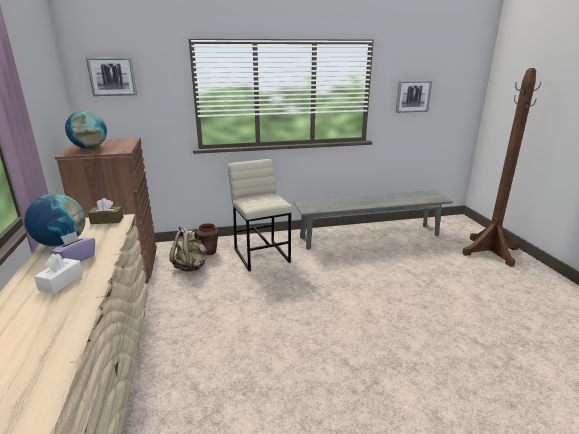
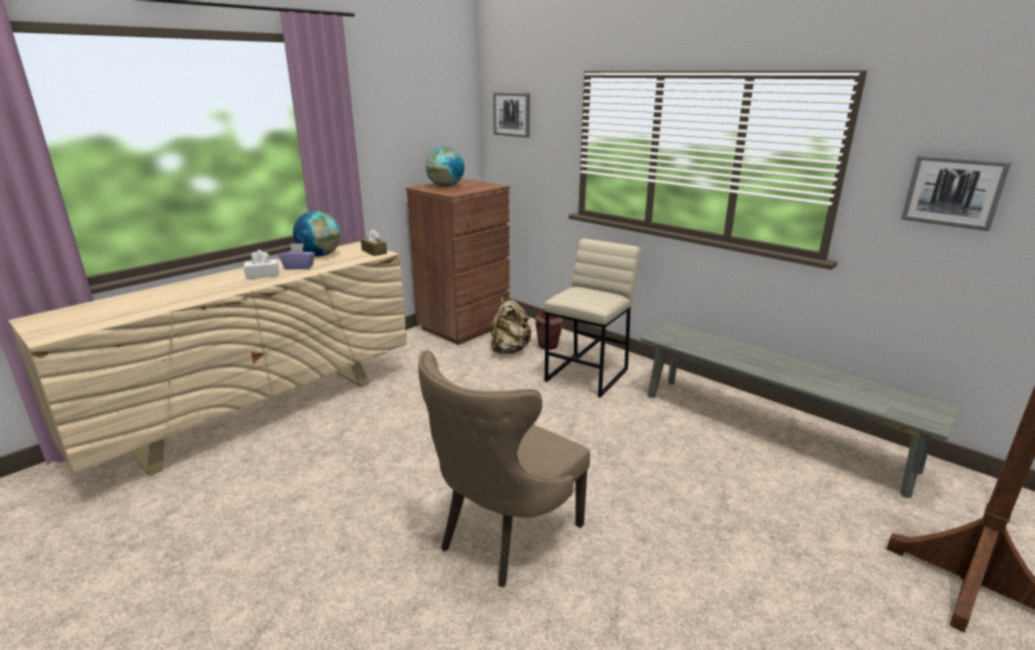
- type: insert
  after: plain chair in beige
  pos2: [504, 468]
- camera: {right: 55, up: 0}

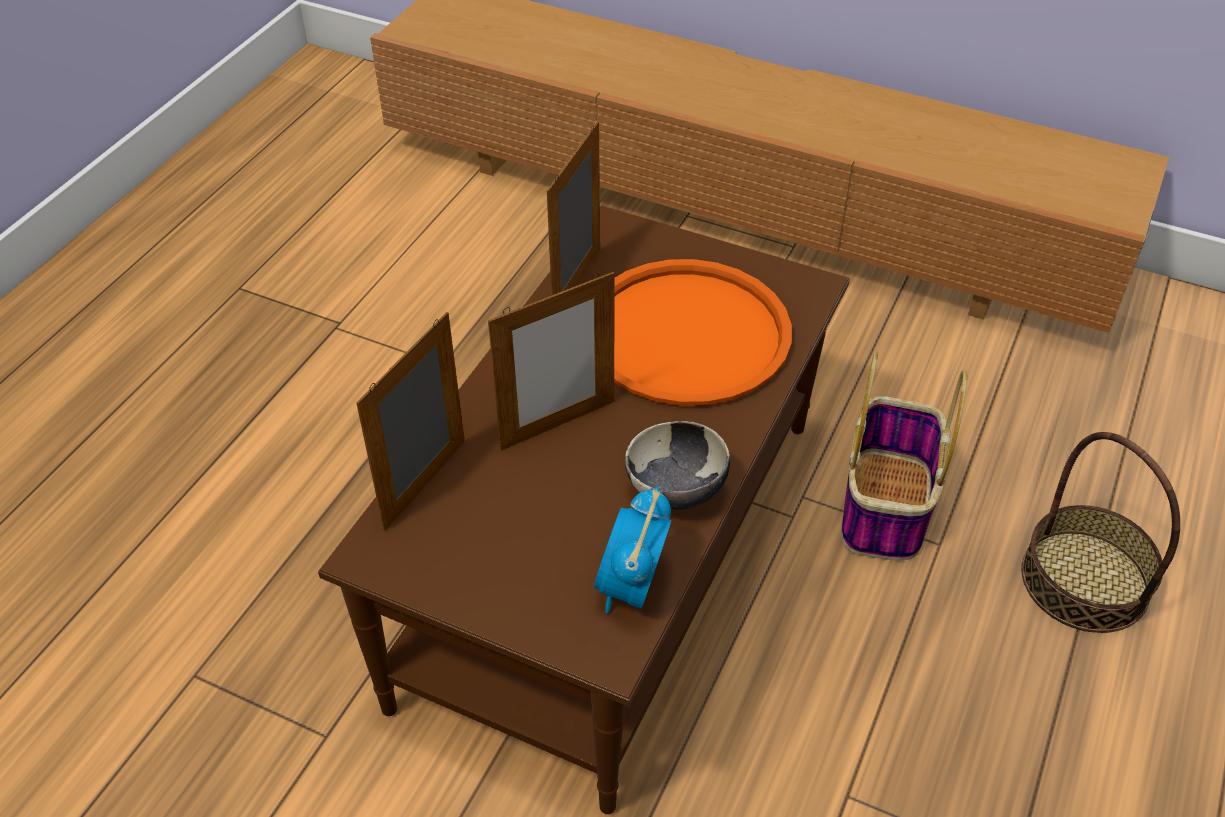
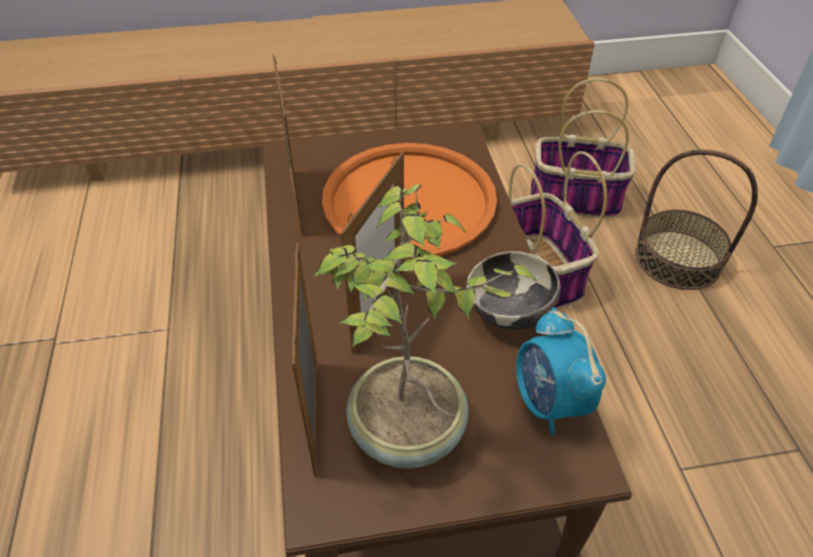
- type: insert
  after: storage basket
  pos2: [583, 148]
- type: insert
  after: houseplant
  pos2: [425, 326]
- camera: {right: -35, up: 0}

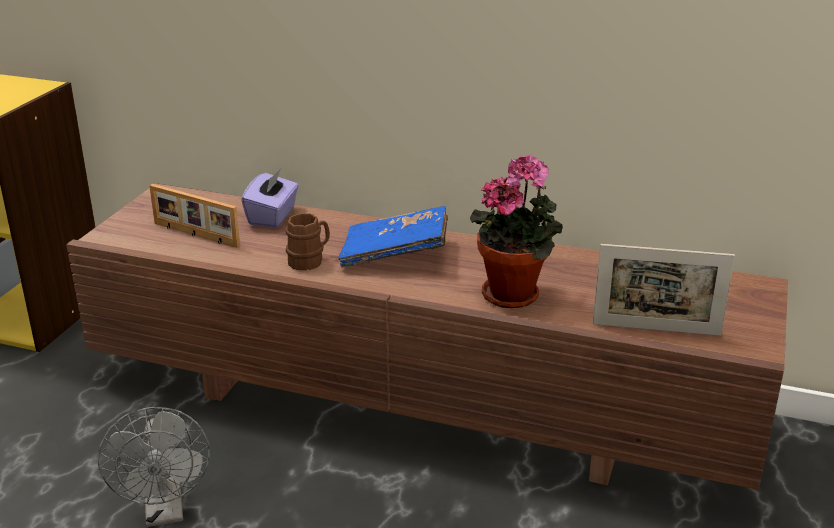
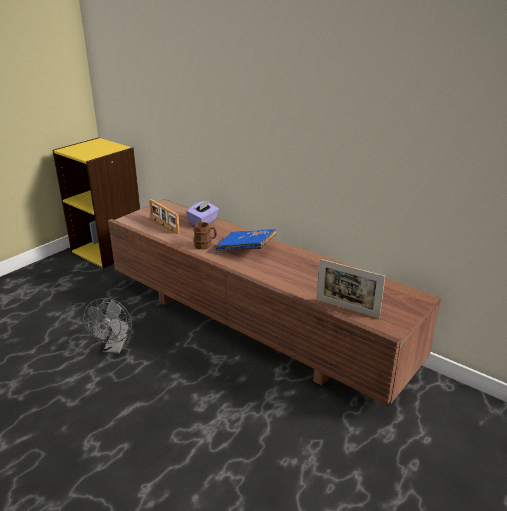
- type: delete
  before: houseplant
  pos1: [516, 231]
- camera: {right: 20, up: 0}

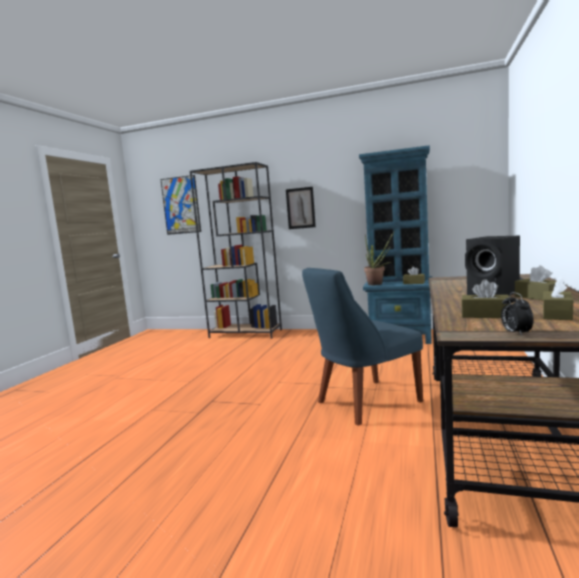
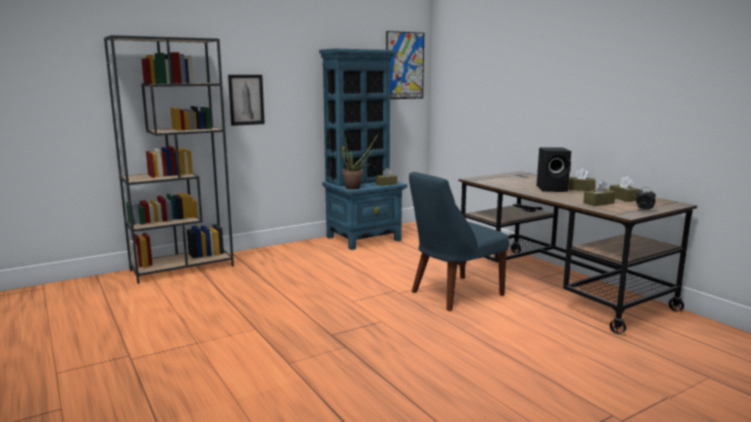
- type: move
  before: wall picture
  pos1: [180, 205]
  pos2: [405, 65]
- type: rotate
  before: plain chair in blue
  pos1: [362, 346]
  pos2: [459, 241]
  turn: 45
- camera: {right: -50, up: 5}

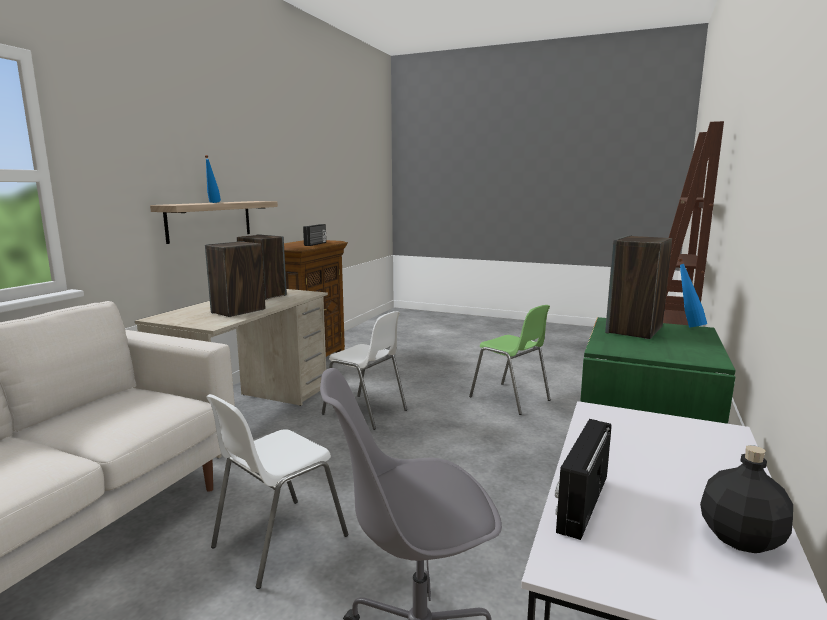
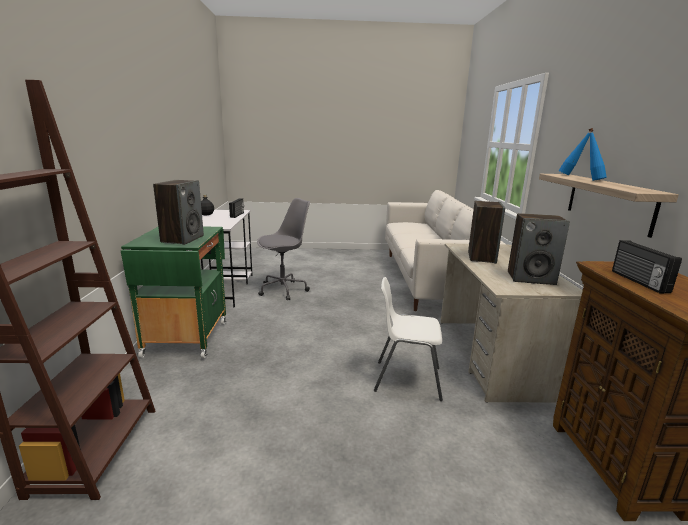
- type: move
  before: beverage bottle in blue
  pos1: [692, 293]
  pos2: [576, 152]
- type: delete
  before: plain chair in greenish
  pos1: [510, 360]
- type: delete
  before: plain chair in whitish
  pos1: [277, 491]
- camera: {right: 155, up: 5}

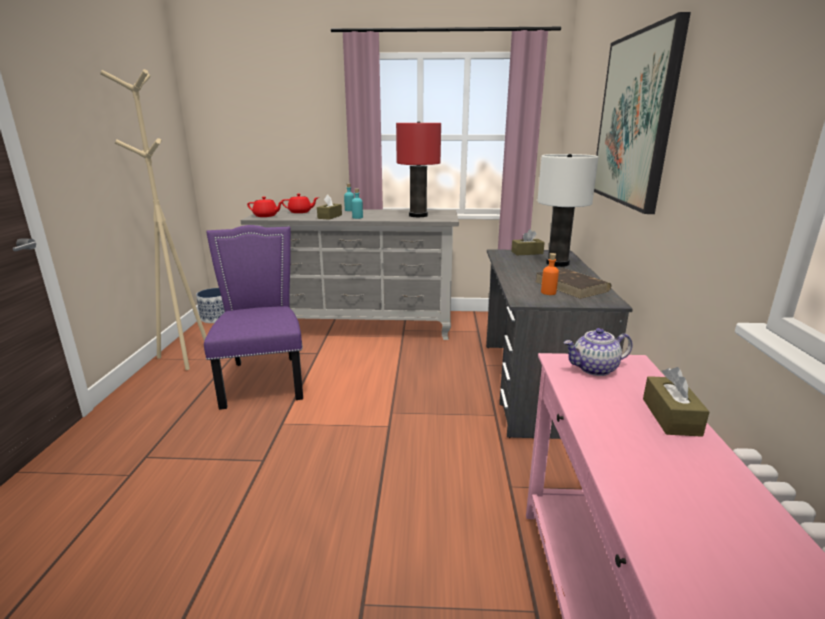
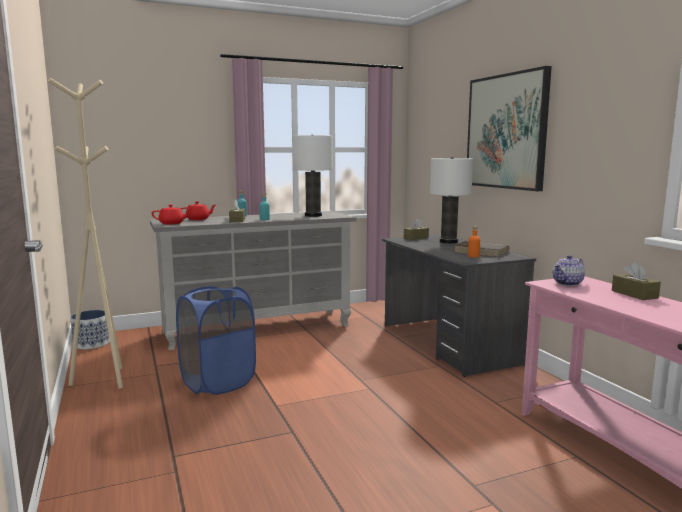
- type: recolor
  before: tabletop lamp in red
  after: tabletop lamp in whitish
  pos1: [418, 169]
  pos2: [312, 176]
- type: replace
  before: plain chair in purple
  after: laundry basket in blue
  pos1: [253, 317]
  pos2: [216, 340]
- camera: {right: -25, up: -10}

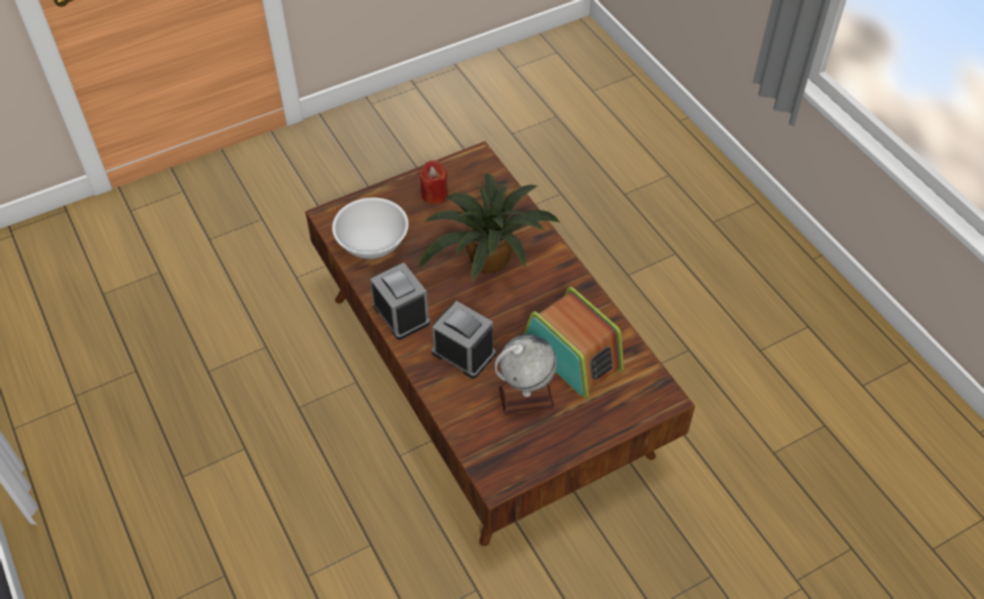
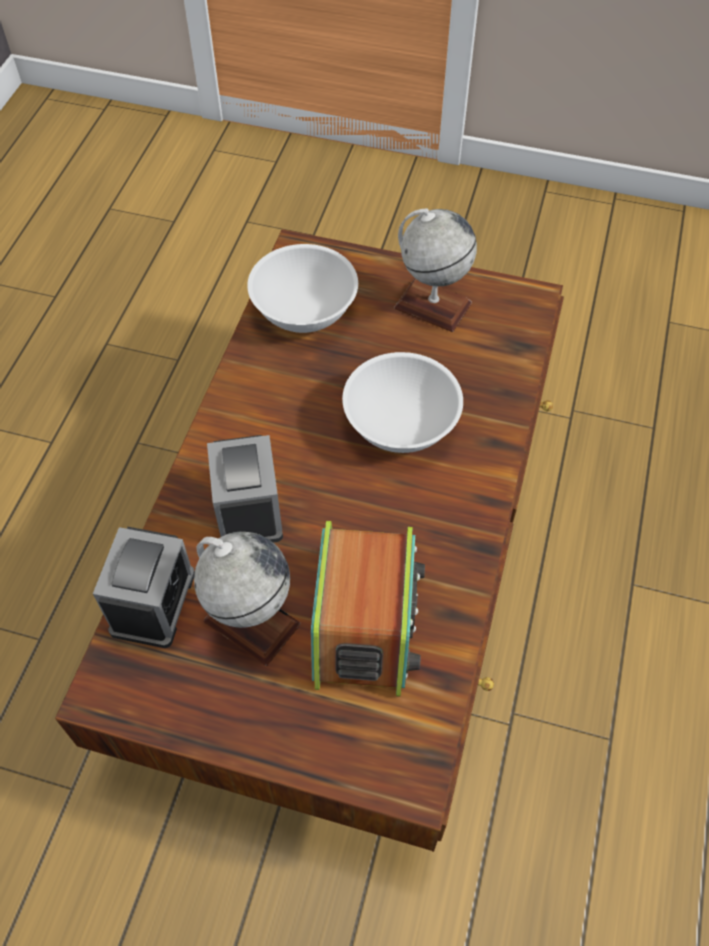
- type: replace
  before: wax light in red
  after: world globe
  pos1: [433, 182]
  pos2: [435, 270]
- type: replace
  before: houseplant
  after: serving bowl in whitish
  pos1: [489, 227]
  pos2: [402, 402]
- type: move
  before: table clock
  pos1: [400, 301]
  pos2: [144, 587]
- camera: {right: 45, up: 5}

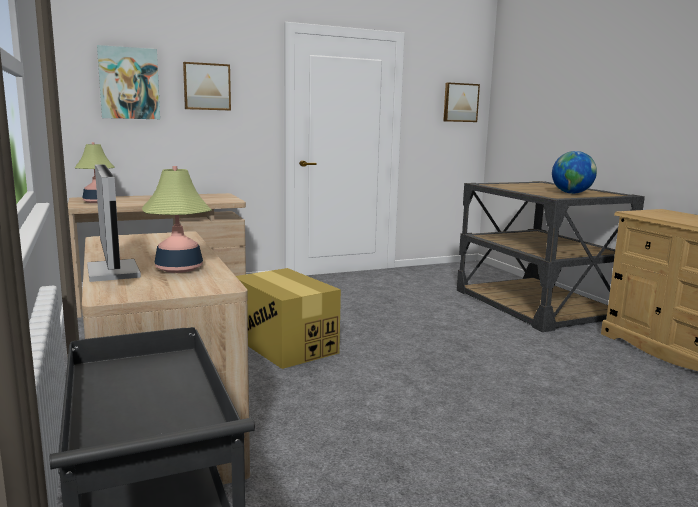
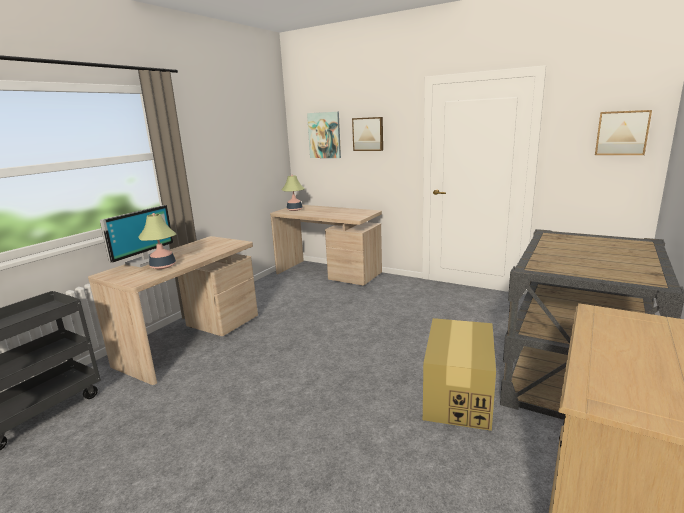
- type: delete
  before: world globe
  pos1: [574, 172]
- type: move
  before: cardboard box
  pos1: [288, 318]
  pos2: [459, 374]
- camera: {right: 55, up: 5}

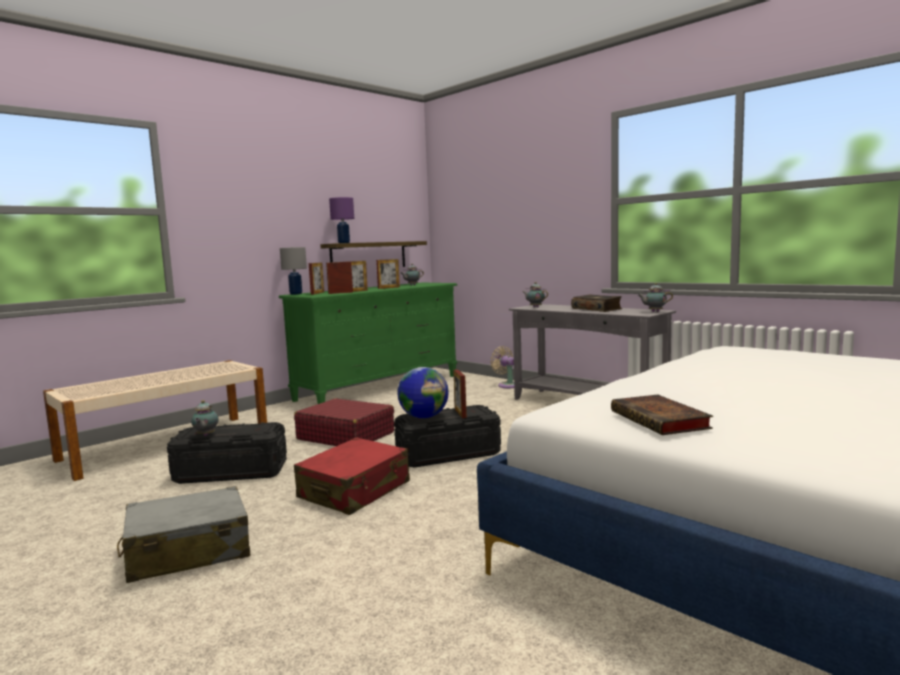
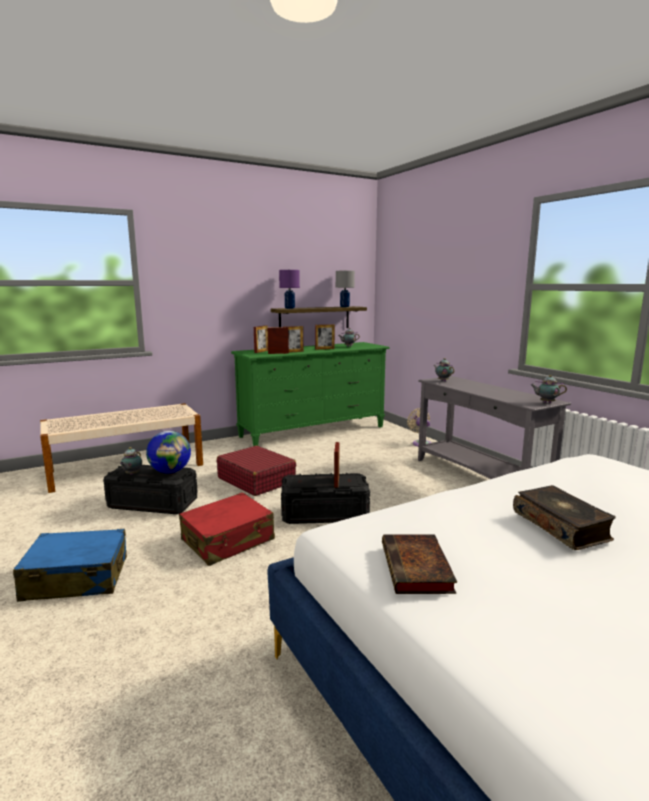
- type: move
  before: tabletop lamp in greyish
  pos1: [293, 271]
  pos2: [345, 288]
- type: move
  before: book
  pos1: [596, 303]
  pos2: [564, 517]
- type: move
  before: world globe
  pos1: [423, 392]
  pos2: [168, 452]
- type: recolor
  before: suitcase in greyish
  after: suitcase in blue
  pos1: [184, 534]
  pos2: [70, 565]
- camera: {right: 15, up: 5}

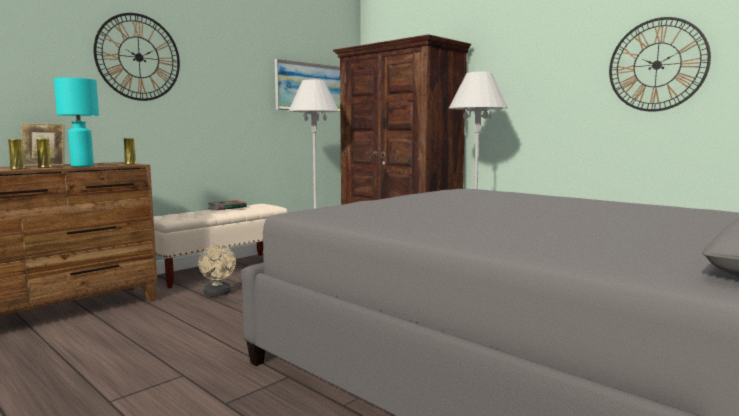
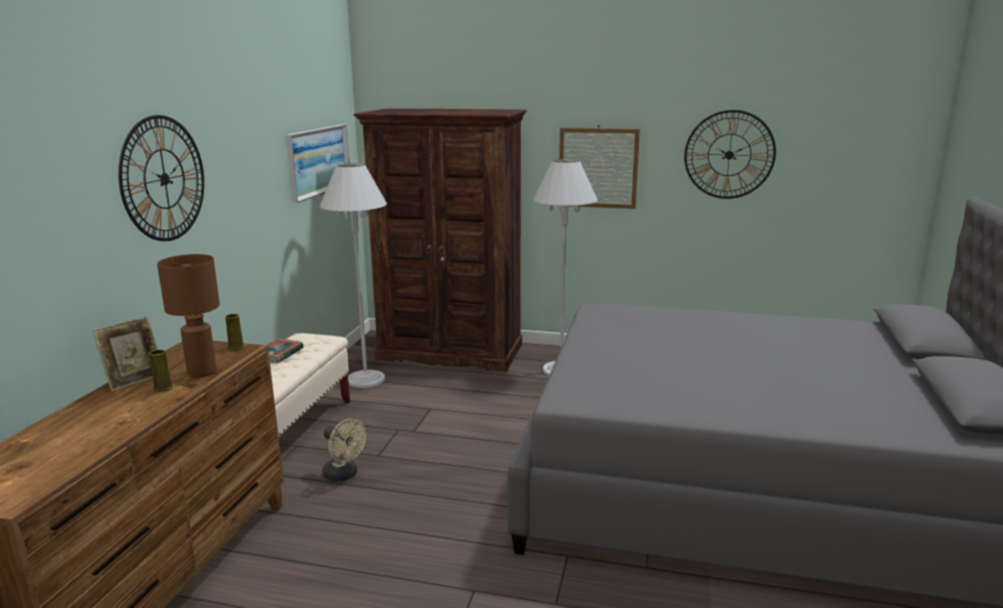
- type: recolor
  before: tabletop lamp in turquoise
  after: tabletop lamp in brown
  pos1: [76, 122]
  pos2: [188, 316]
- type: delete
  before: vase in yellowish
  pos1: [16, 154]
- type: insert
  after: wall picture
  pos2: [599, 167]
- camera: {right: -30, up: 10}

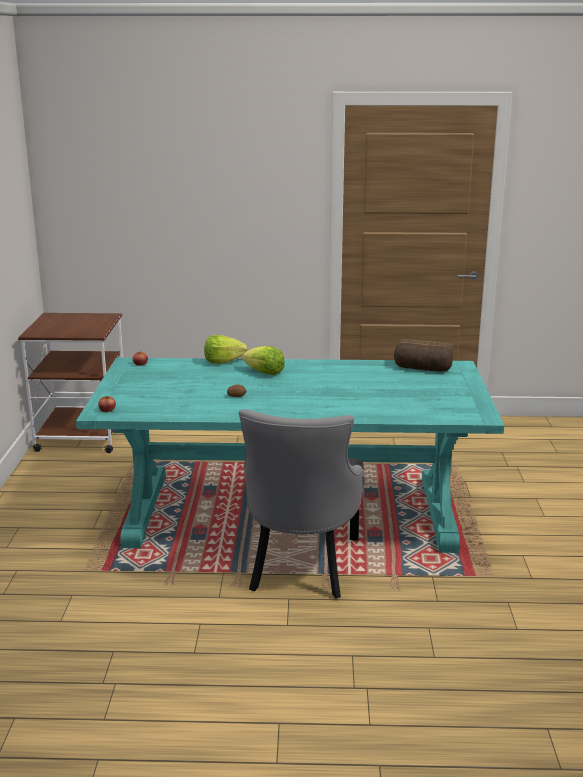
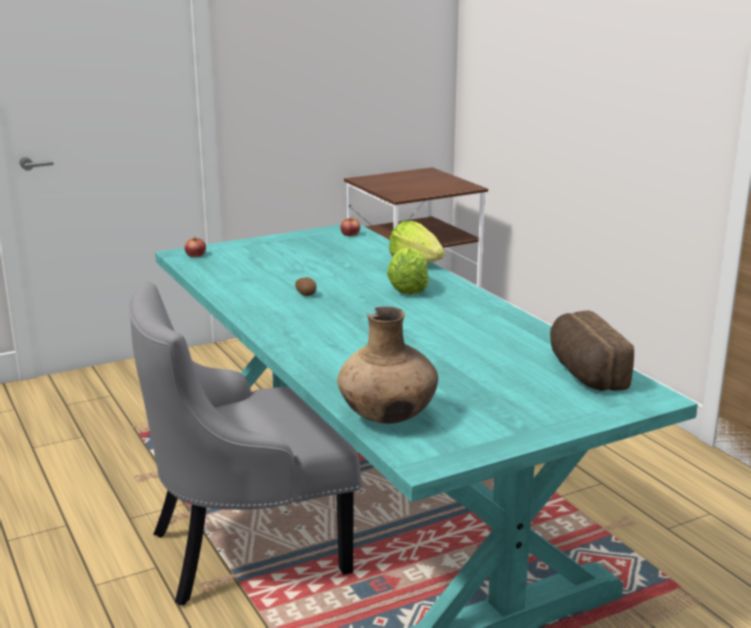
- type: insert
  after: vase in brown
  pos2: [387, 365]
- camera: {right: 60, up: 0}

